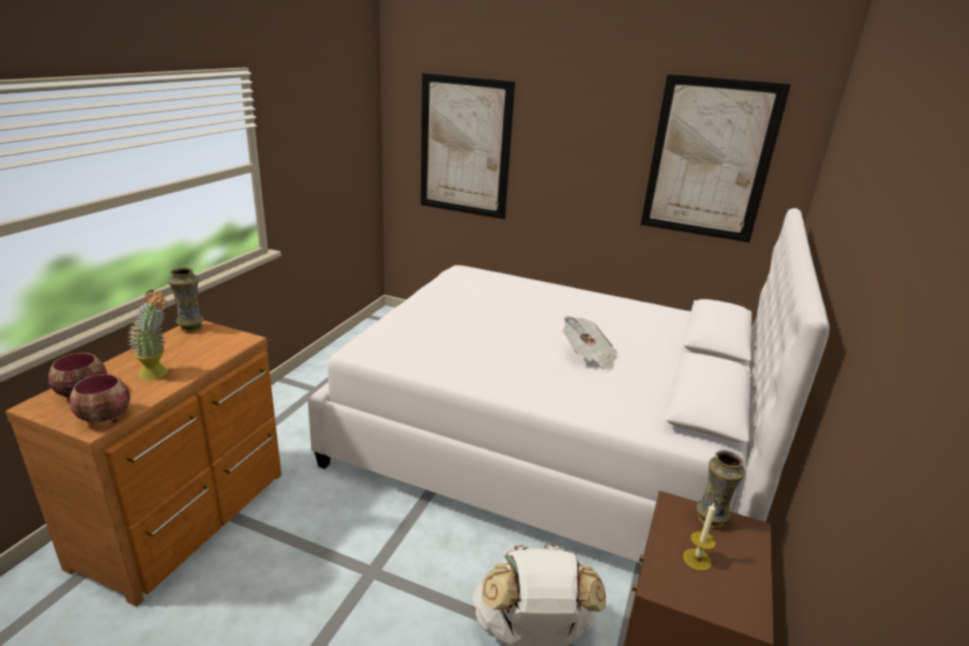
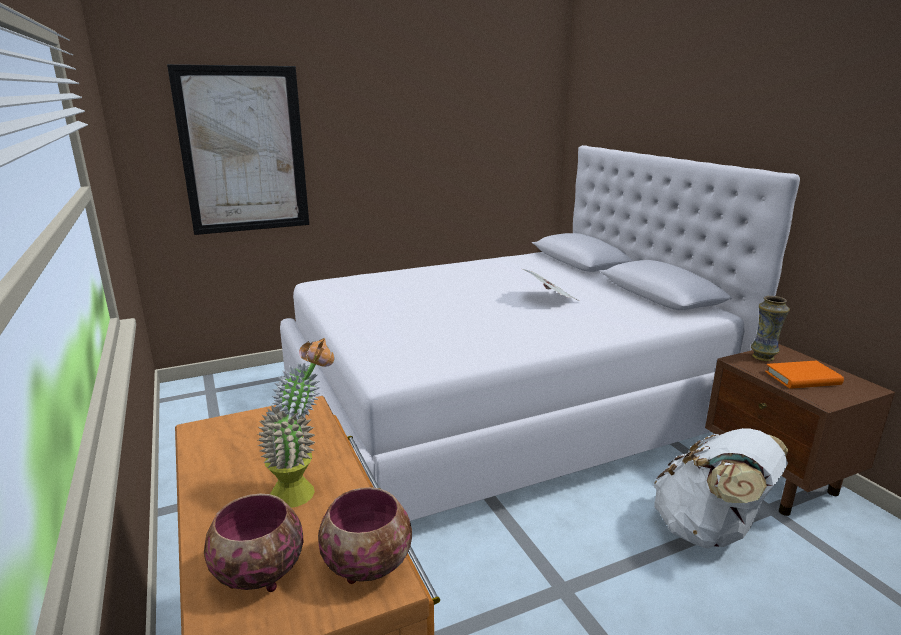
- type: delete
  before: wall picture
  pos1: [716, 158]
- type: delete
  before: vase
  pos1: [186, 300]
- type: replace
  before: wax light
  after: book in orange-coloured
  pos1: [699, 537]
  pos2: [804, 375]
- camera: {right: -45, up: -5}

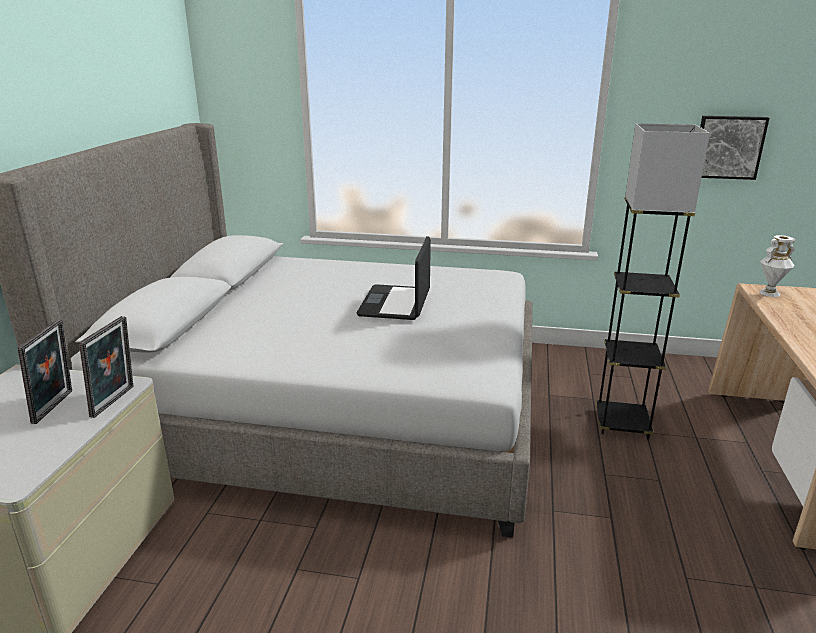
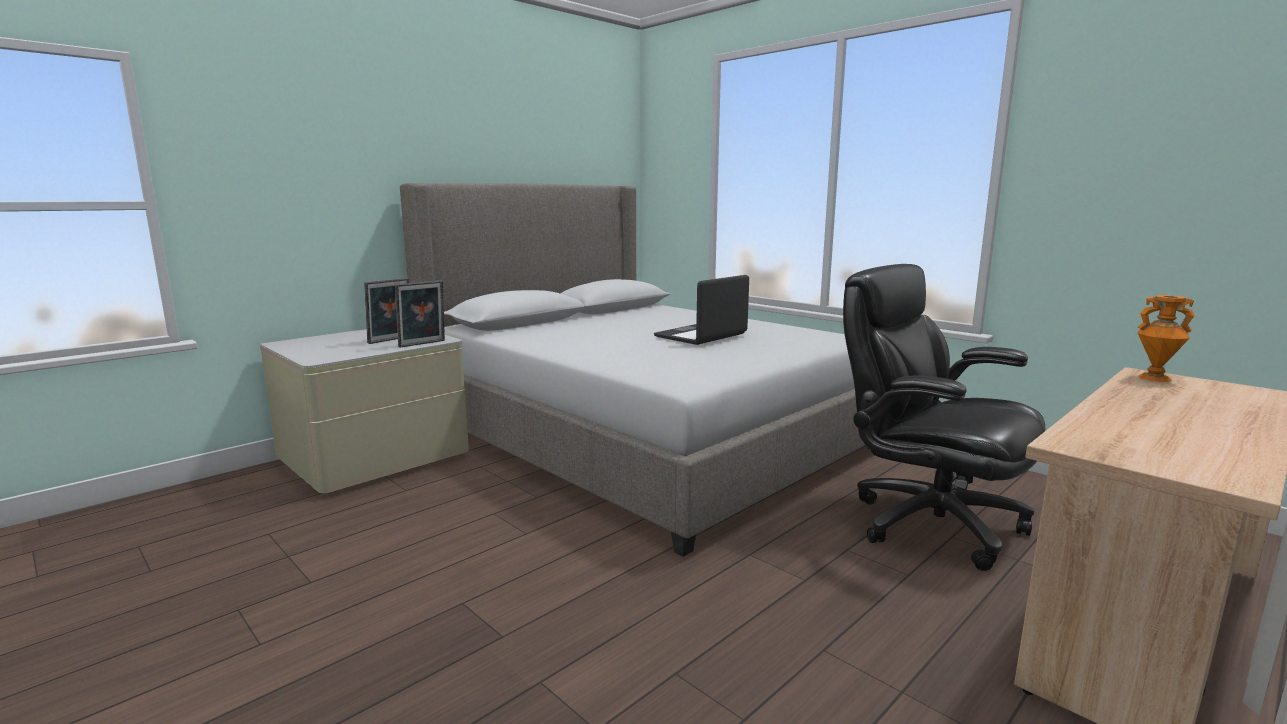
- type: delete
  before: wall picture
  pos1: [734, 148]
- type: replace
  before: floor lamp in greyish
  after: computer chair in blackish
  pos1: [653, 281]
  pos2: [944, 417]
- type: recolor
  before: vase in whitish
  after: vase in orange-coloured
  pos1: [777, 266]
  pos2: [1166, 338]
- camera: {right: 35, up: -10}

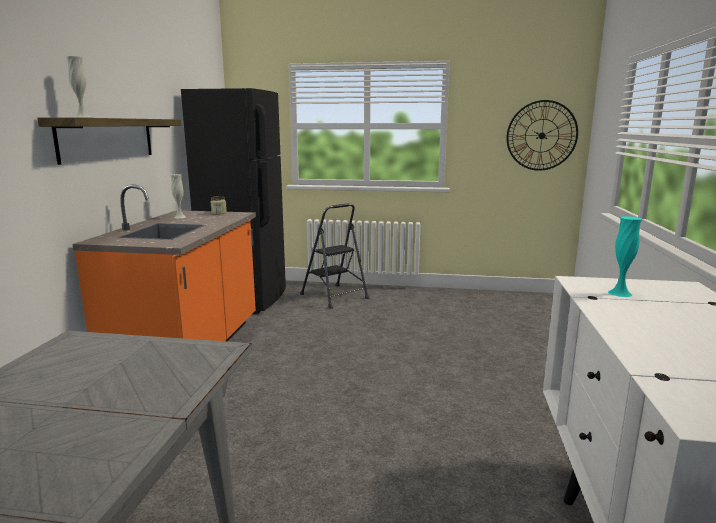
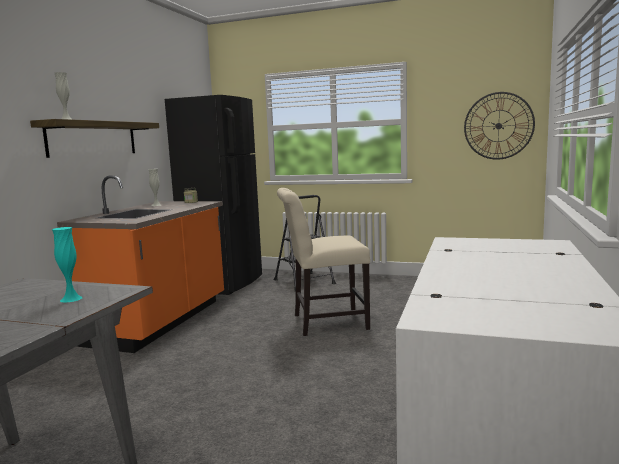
- type: move
  before: vase in turquoise
  pos1: [625, 256]
  pos2: [67, 265]
- type: insert
  after: plain chair in beige
  pos2: [323, 262]
- camera: {right: 10, up: -5}

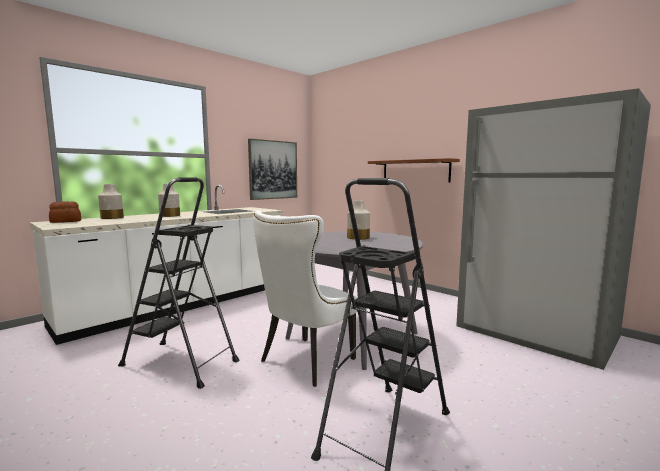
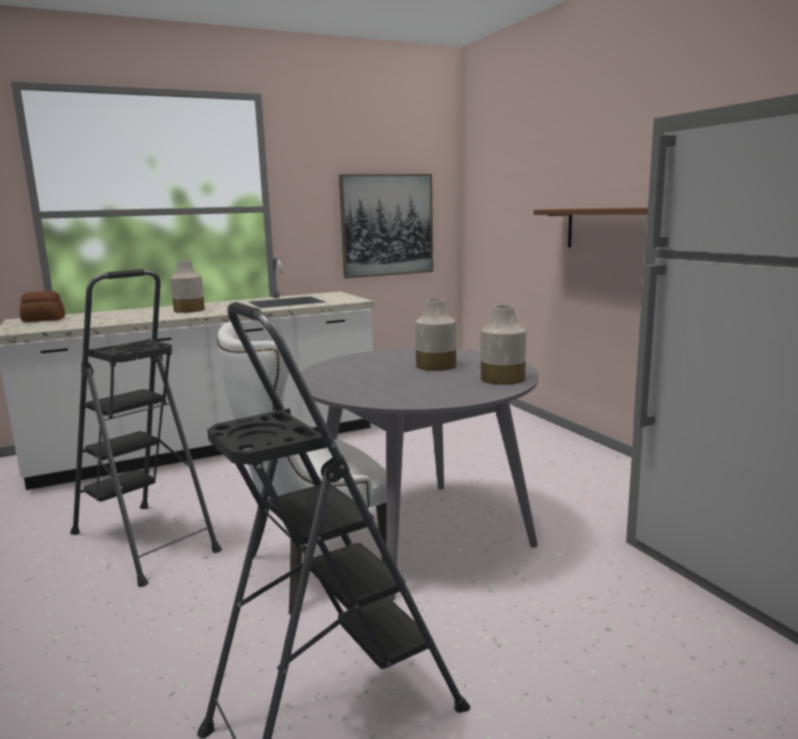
- type: move
  before: vase in beige
  pos1: [111, 201]
  pos2: [503, 345]
- camera: {right: 20, up: 5}

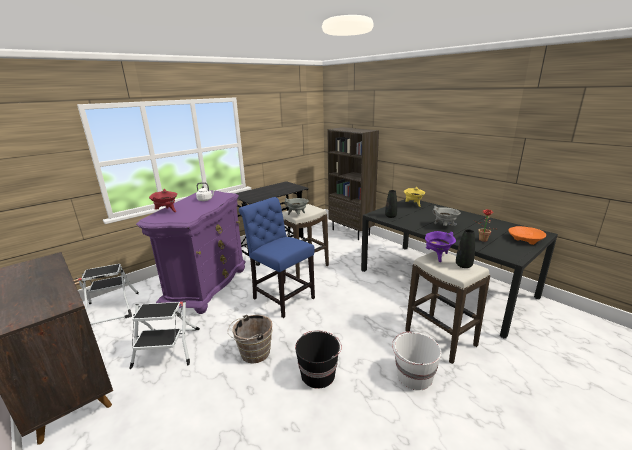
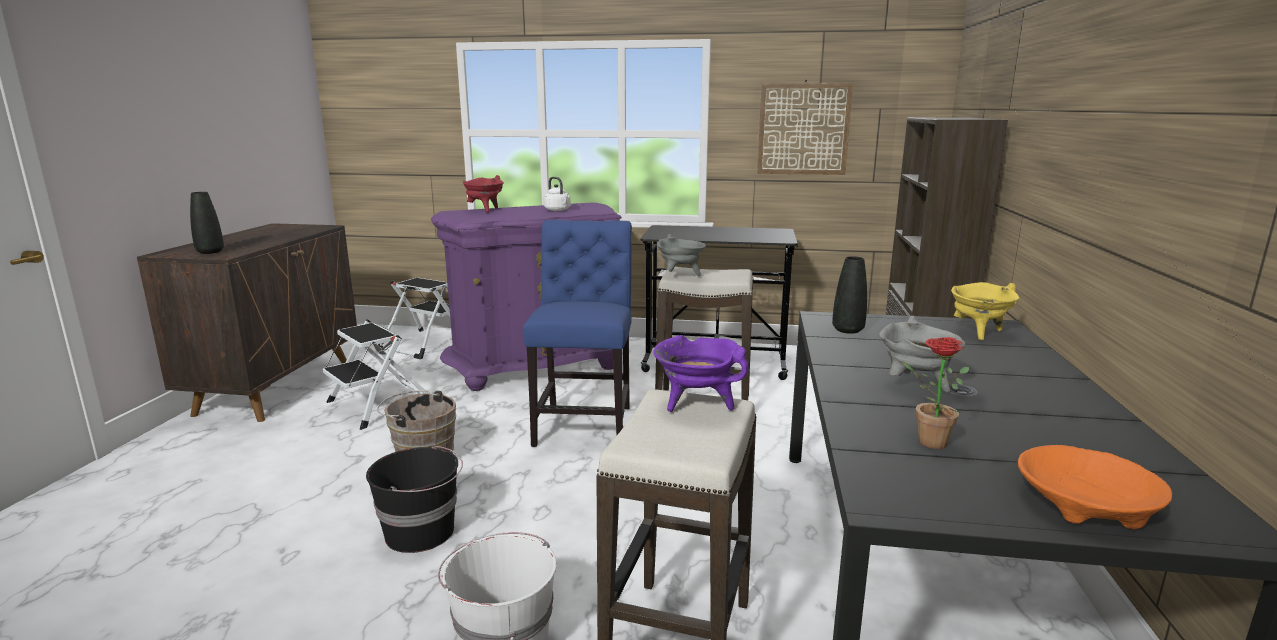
- type: move
  before: vase in blackish
  pos1: [465, 248]
  pos2: [207, 223]
- type: insert
  after: wall picture
  pos2: [805, 127]
- camera: {right: 50, up: -5}

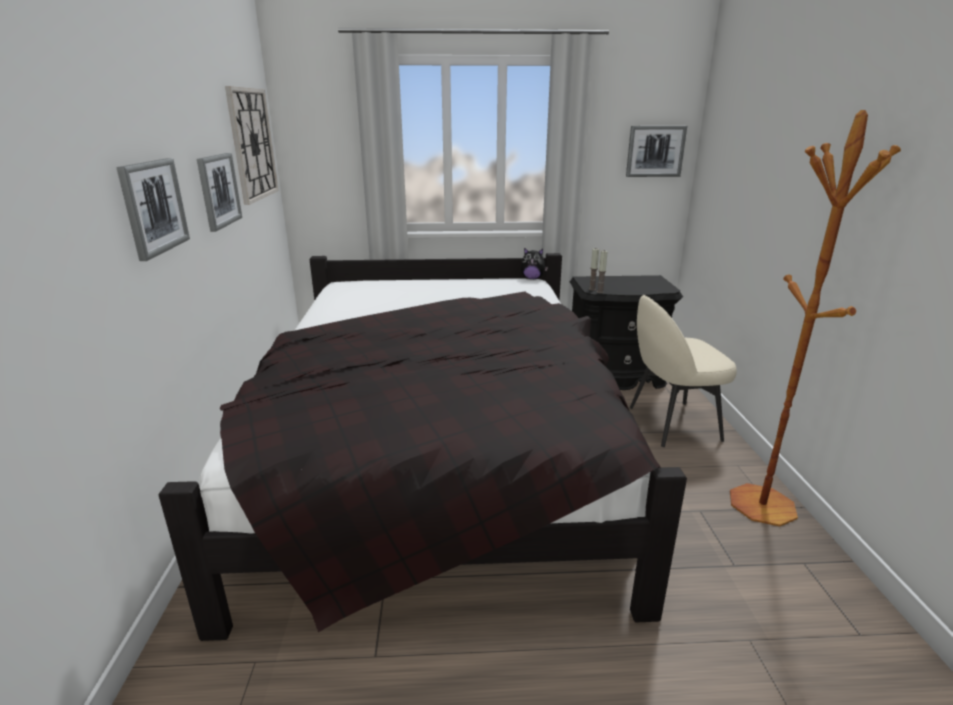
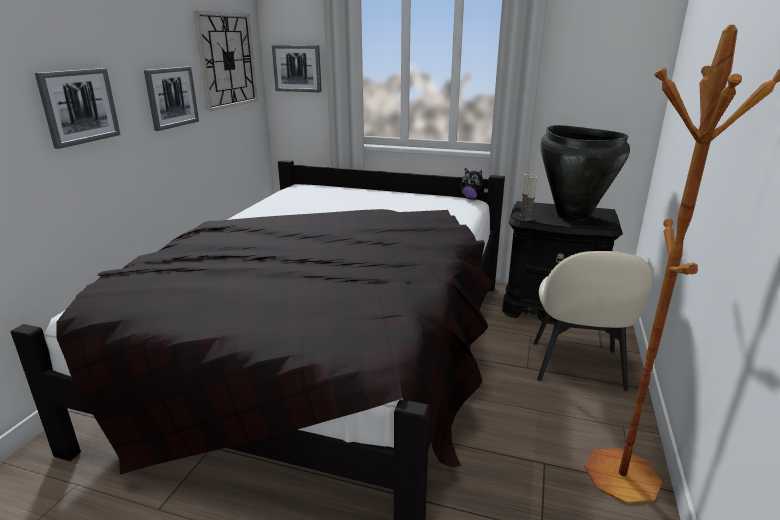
- type: move
  before: wall picture
  pos1: [656, 151]
  pos2: [297, 68]
- type: rotate
  before: plain chair in beige
  pos1: [683, 371]
  pos2: [592, 321]
  turn: -90
- type: insert
  after: vase in blackish
  pos2: [585, 173]
- camera: {right: 20, up: 0}

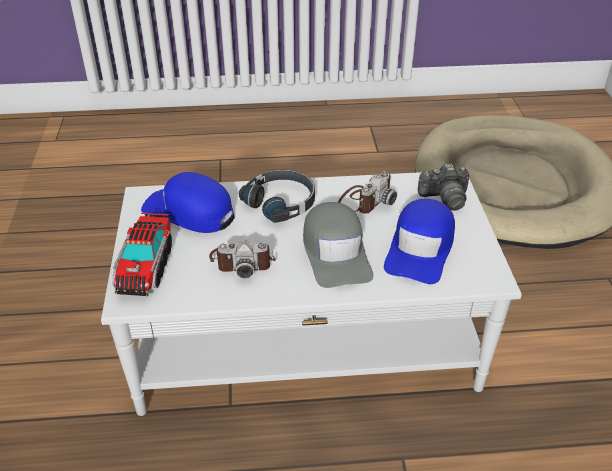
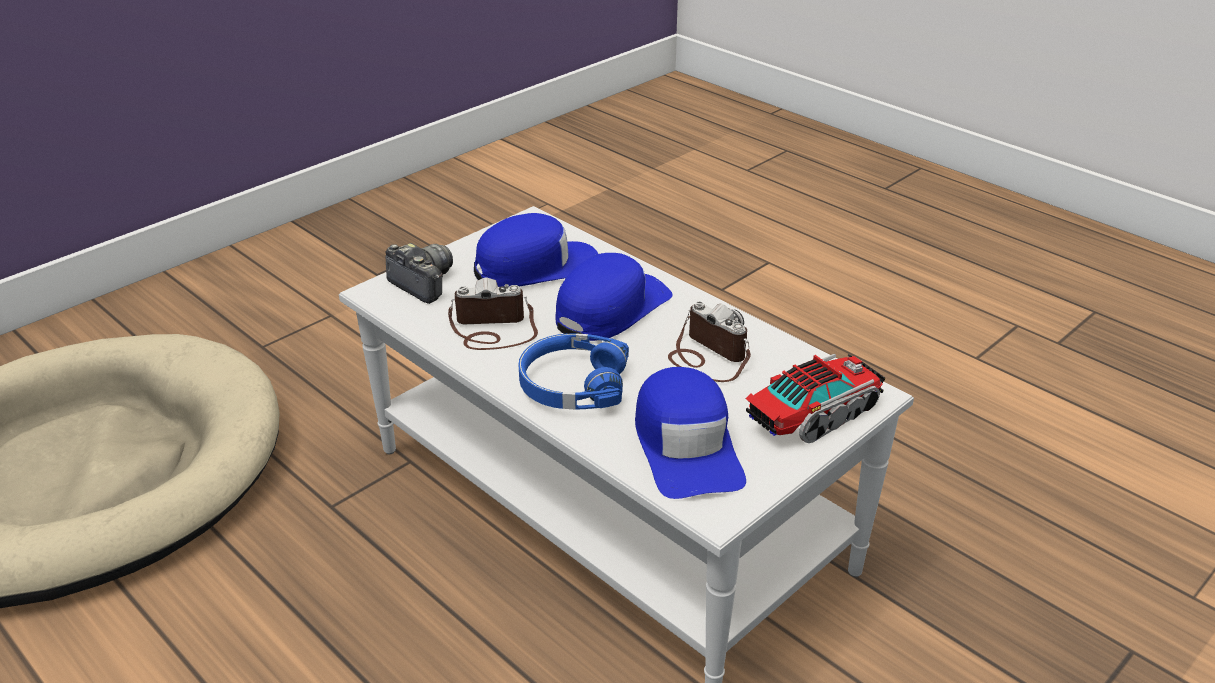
- type: recolor
  before: headset in blackish
  after: headset in blue
  pos1: [277, 196]
  pos2: [573, 371]
- type: recolor
  before: peaked cap in greyish
  after: peaked cap in blue
  pos1: [338, 245]
  pos2: [614, 297]
- camera: {right: -130, up: -5}

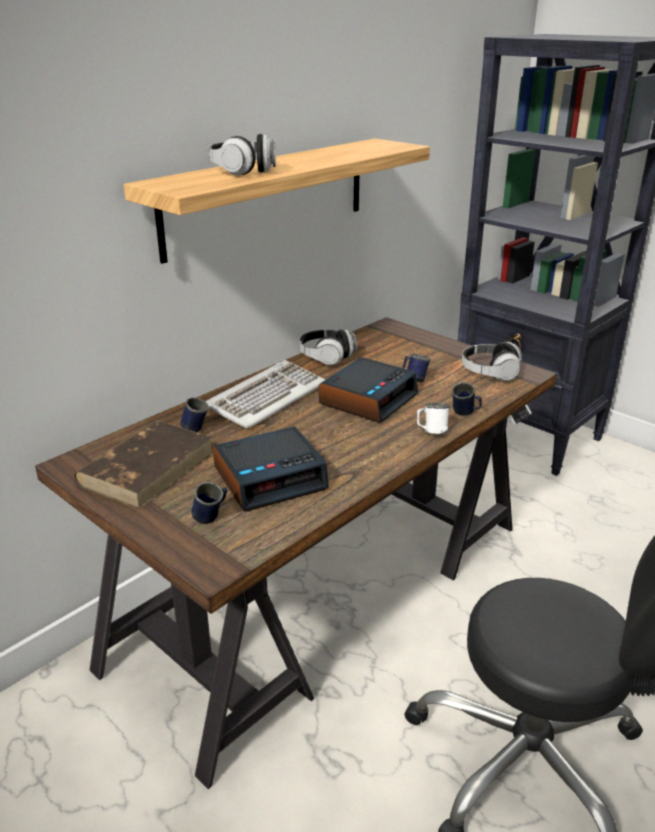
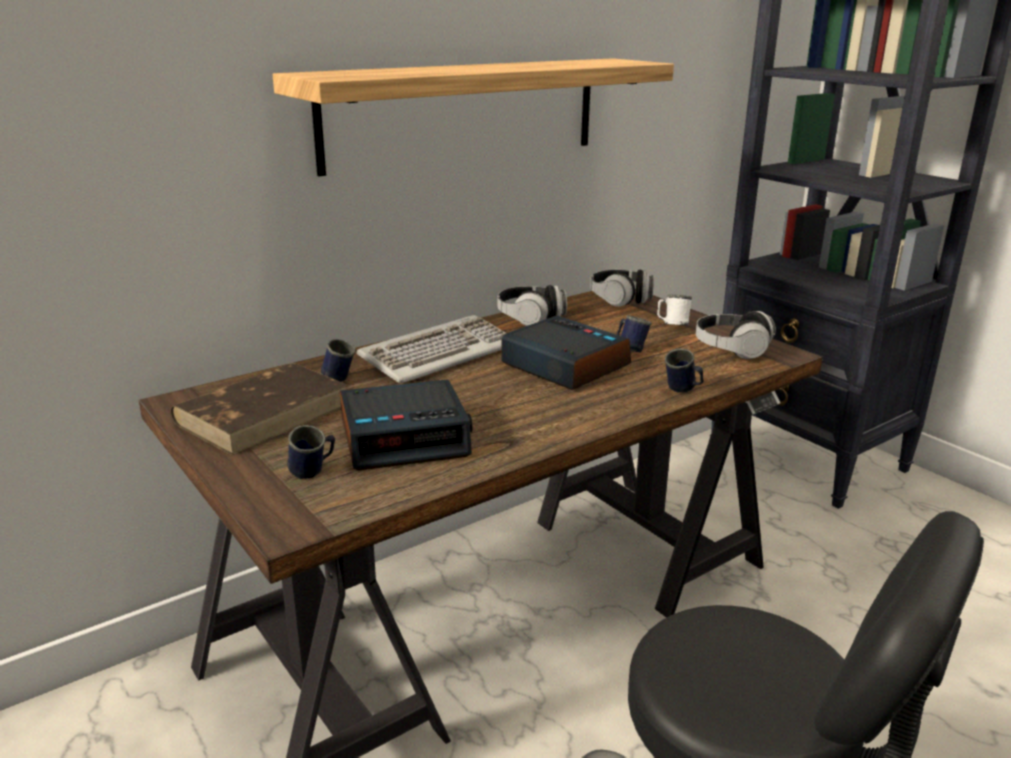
- type: move
  before: headset
  pos1: [242, 154]
  pos2: [622, 288]
- type: rotate
  before: table clock
  pos1: [368, 390]
  pos2: [566, 352]
  turn: -90
- type: move
  before: tea mug in whitish
  pos1: [433, 418]
  pos2: [674, 310]
- camera: {right: 10, up: -5}

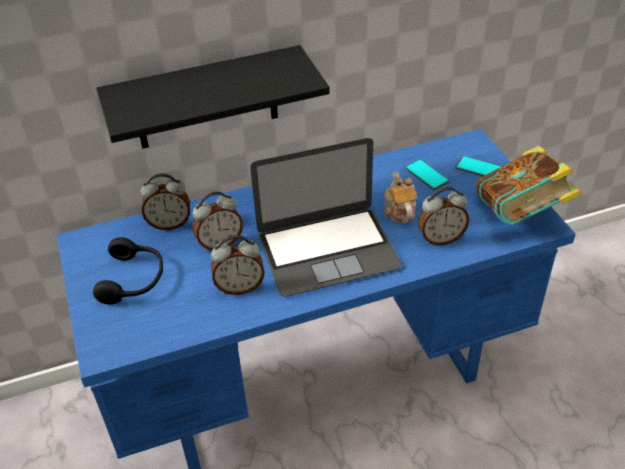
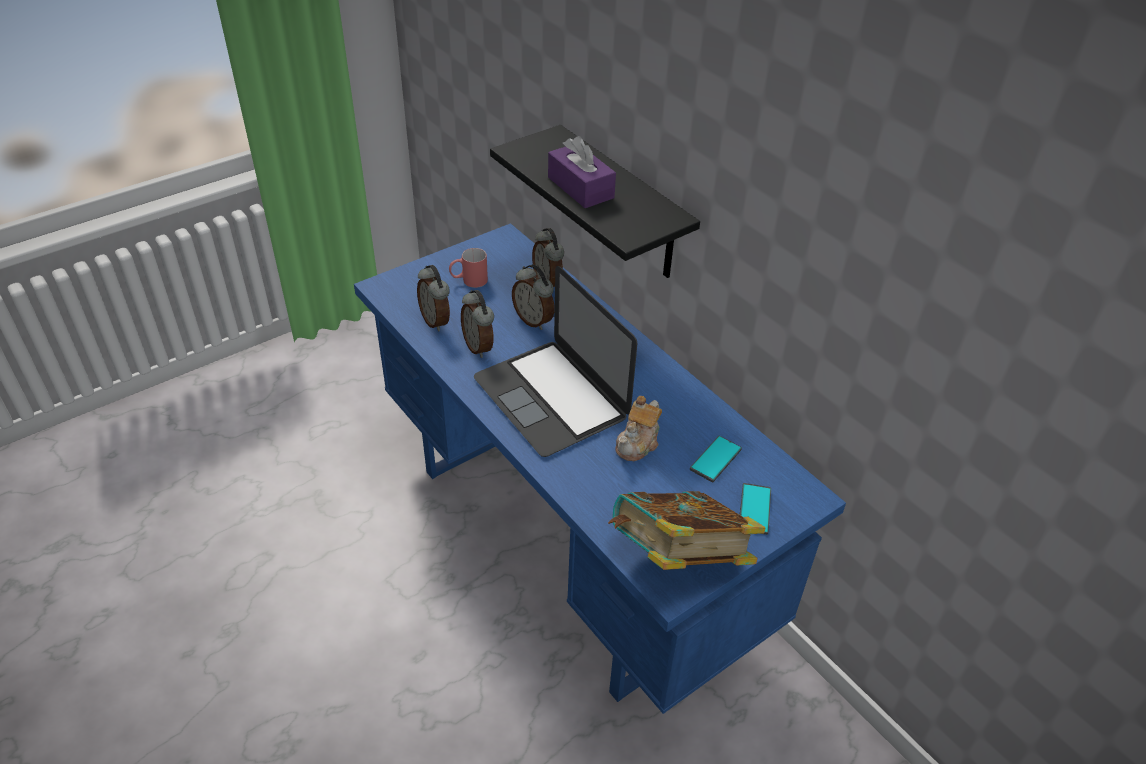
- type: rotate
  before: teapot
  pos1: [400, 197]
  pos2: [639, 428]
  turn: 150
- type: move
  before: table clock
  pos1: [443, 216]
  pos2: [433, 298]
- type: replace
  before: headset in blackish
  after: tea mug in red
  pos1: [128, 271]
  pos2: [468, 268]
- type: insert
  after: tissue holder in purple
  pos2: [582, 172]
- camera: {right: 70, up: 0}

